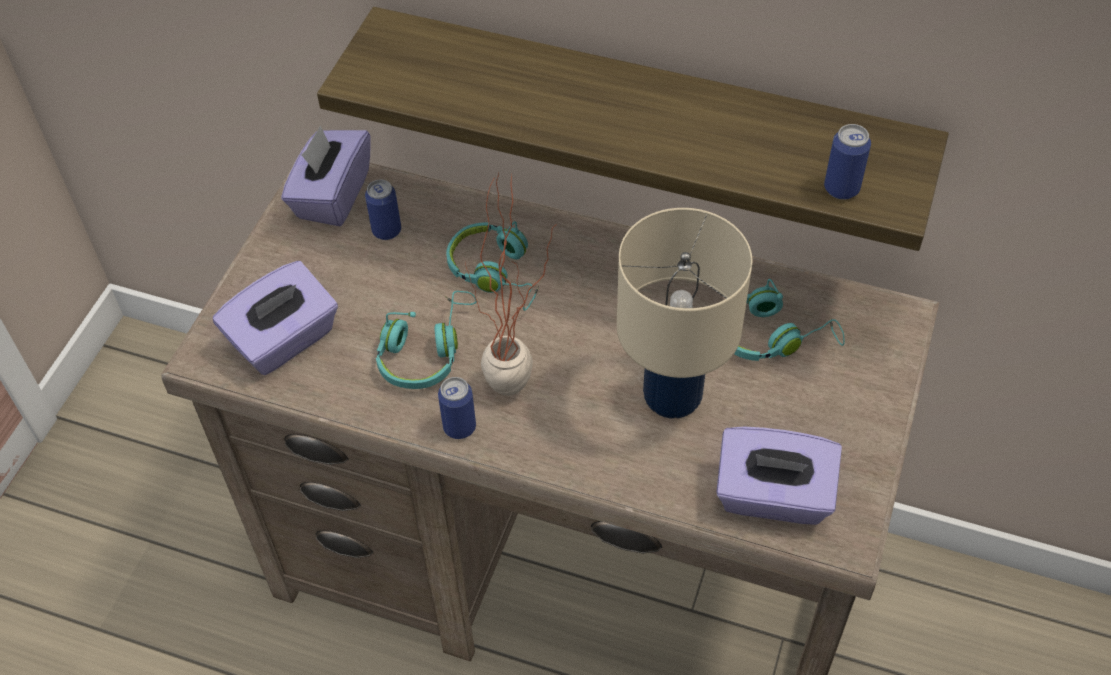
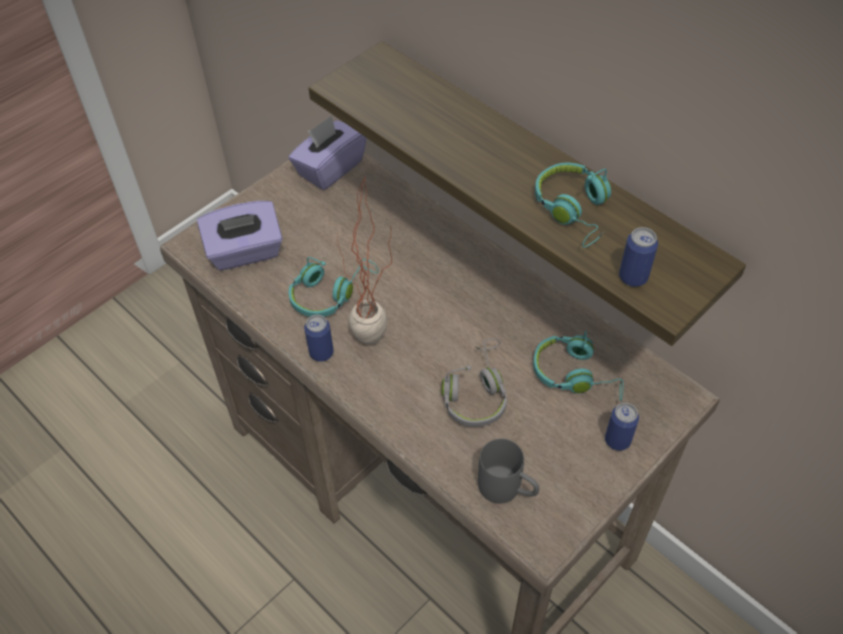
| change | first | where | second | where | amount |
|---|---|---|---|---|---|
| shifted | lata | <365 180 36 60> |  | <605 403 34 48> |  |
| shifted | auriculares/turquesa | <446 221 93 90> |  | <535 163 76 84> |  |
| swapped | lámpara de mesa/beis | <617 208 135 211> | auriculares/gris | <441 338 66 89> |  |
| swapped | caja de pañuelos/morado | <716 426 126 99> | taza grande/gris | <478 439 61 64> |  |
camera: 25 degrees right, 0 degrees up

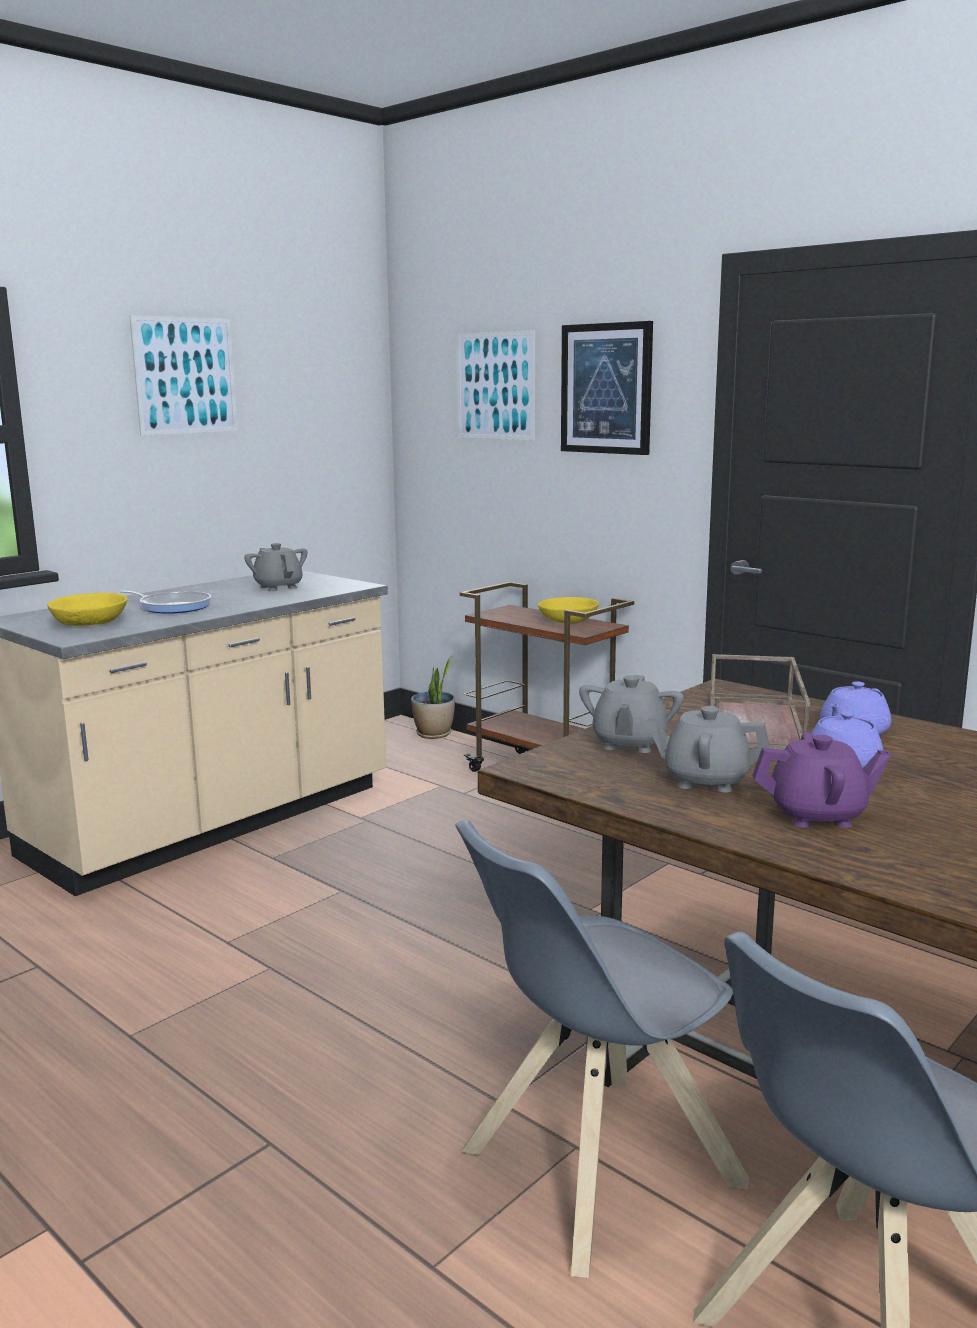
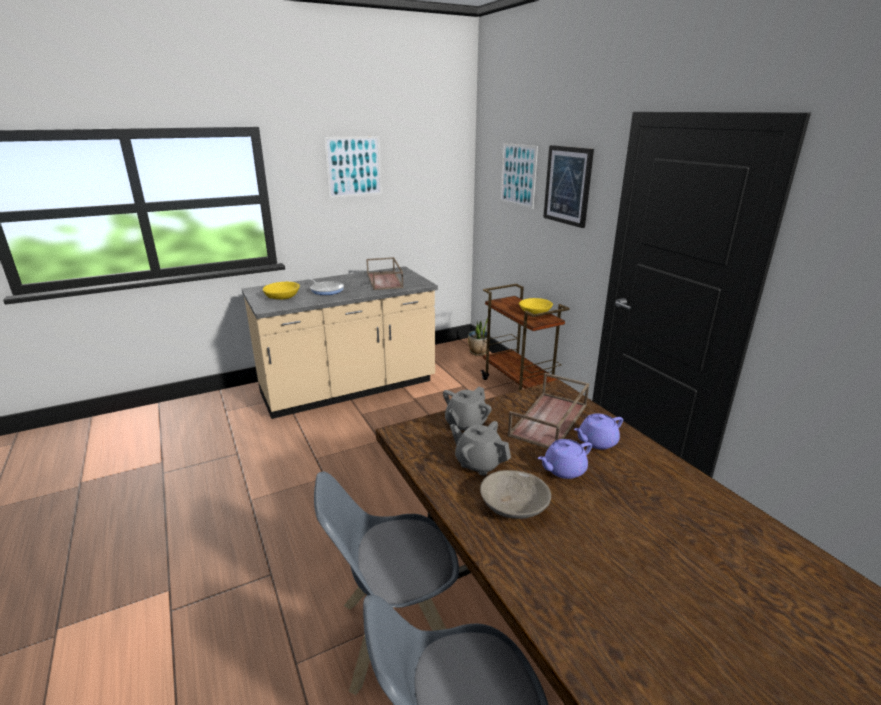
| change | first | where | second | where | amount |
|---|---|---|---|---|---|
| swapped | tetera/gris | <244 543 63 48> | bandeja/marrón | <366 257 37 33> |  |
| swapped | tetera/morado | <752 732 139 96> | cuenco/gris | <480 470 71 49> |  |
camera: 20 degrees right, 10 degrees up

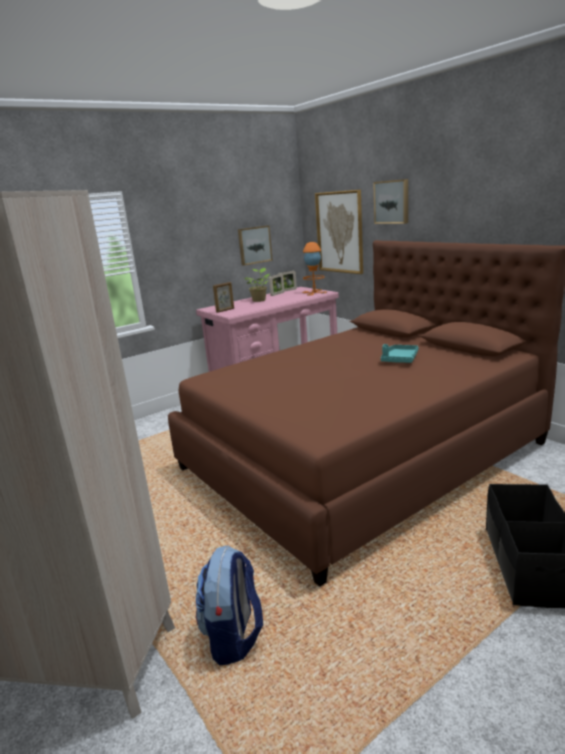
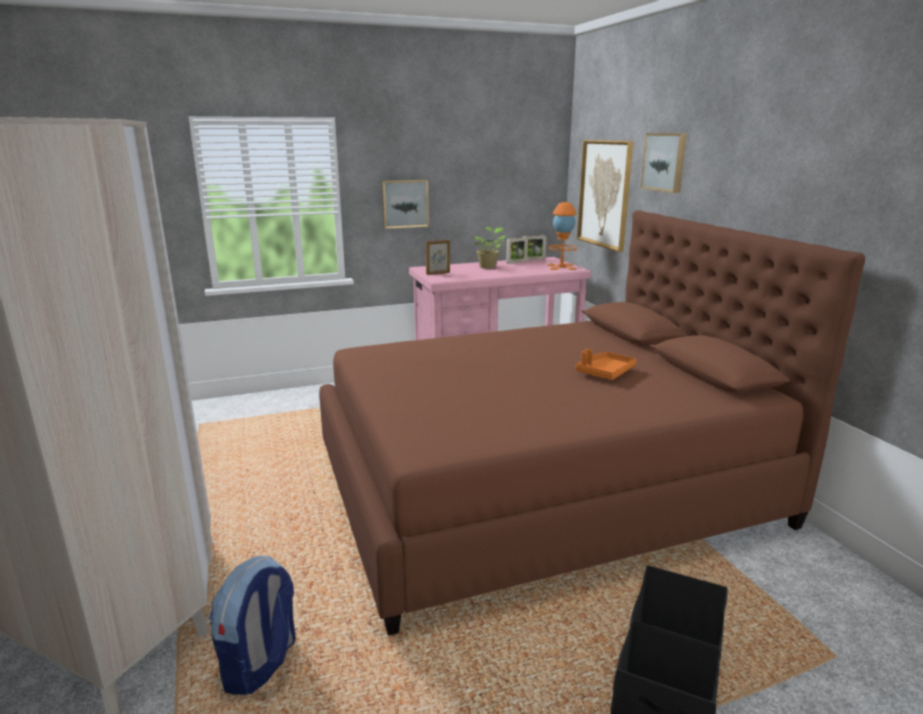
| change | first | where | second | where | amount |
|---|---|---|---|---|---|
| shifted | cuadro | <238 225 35 41> |  | <382 180 47 49> |  |
| repainted | bandeja/turquesa | <381 344 37 19> | bandeja/naranja | <576 349 60 31> |  |
camera: 15 degrees right, 0 degrees up

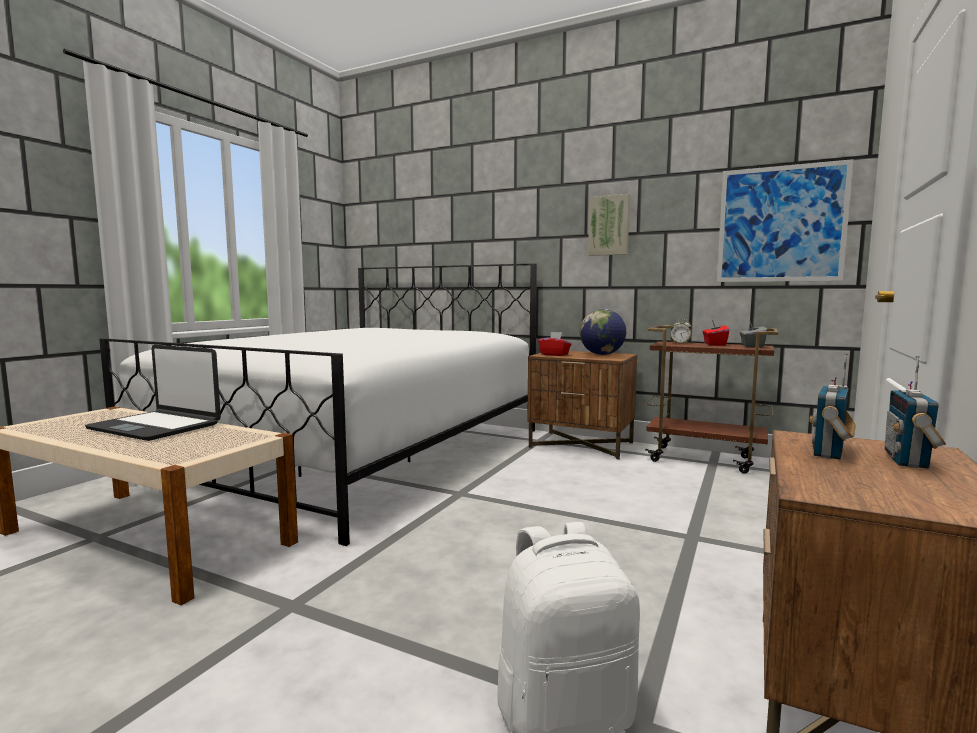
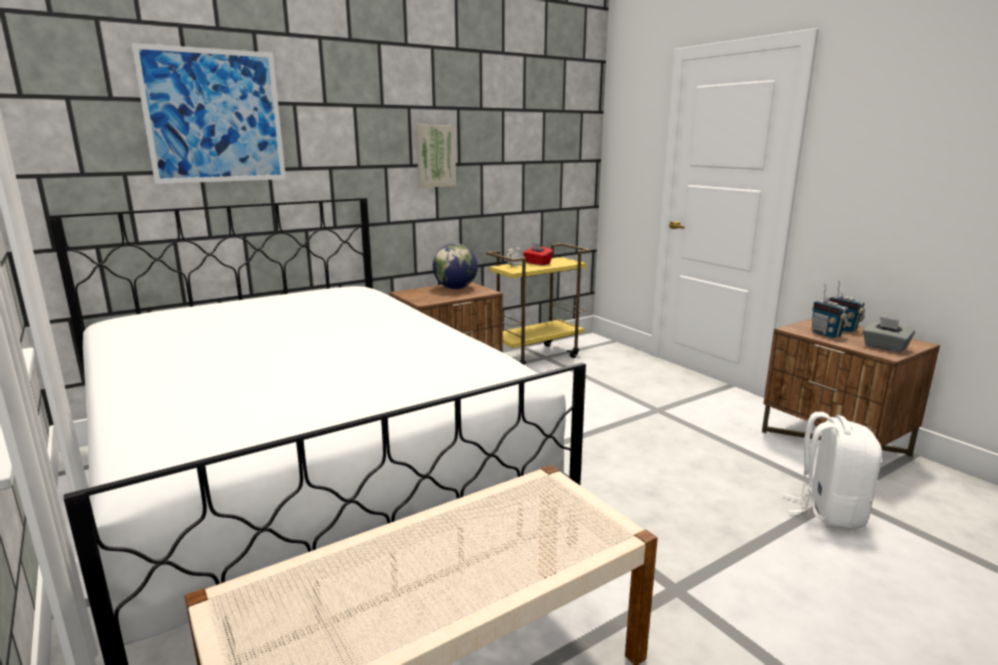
| change | first | where | second | where | amount |
|---|---|---|---|---|---|
| gone | portátil | <85 345 136 96> |  |  |  |
| gone | caja de pañuelos/rojo | <538 332 33 24> |  |  |  |
| repainted | carrito/marrón | <645 325 133 149> | carrito/amarillo | <486 243 105 122> |  |
| shifted | cuadro | <717 159 136 123> |  | <131 43 155 141> |  |
| shifted | caja de pañuelos/gris | <740 321 27 26> |  | <863 317 52 36> |  |
camera: 60 degrees left, 10 degrees up

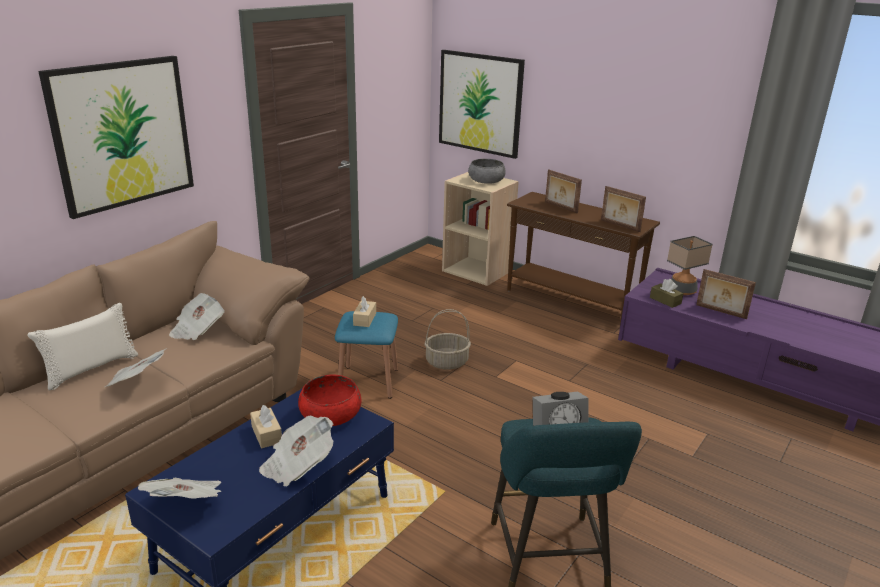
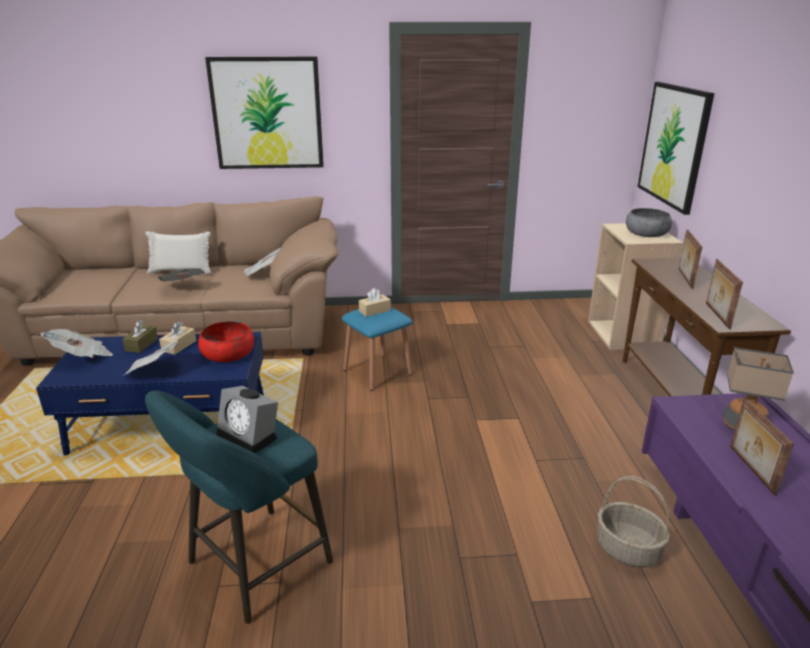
| change | first | where | second | where | amount |
|---|---|---|---|---|---|
| shifted | cesta | <425 309 46 60> |  | <597 476 73 91> |  |
| shifted | caja de pañuelos/marrón | <650 279 34 29> |  | <122 320 36 33> |  |
camera: 50 degrees right, 0 degrees up

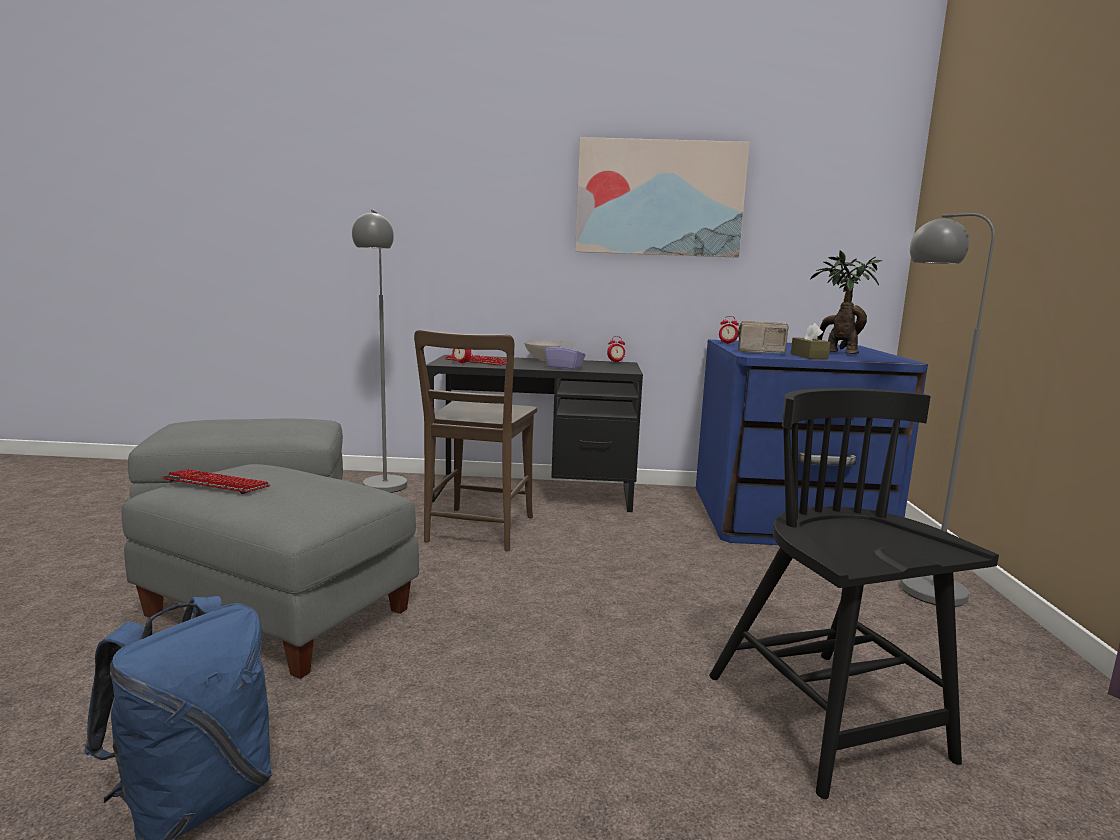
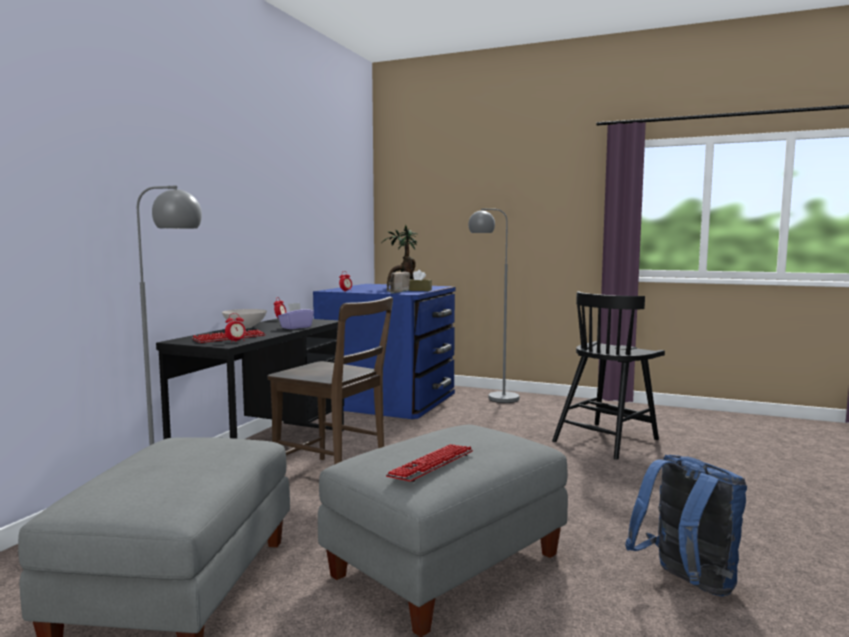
| change | first | where | second | where | amount |
|---|---|---|---|---|---|
| gone | cuadro | <575 137 175 121> |  |  |  |
| rotated | silla/negro | <709 388 290 411> |  | <552 291 113 169> | 45 degrees counterclockwise |
camera: 70 degrees left, 5 degrees down

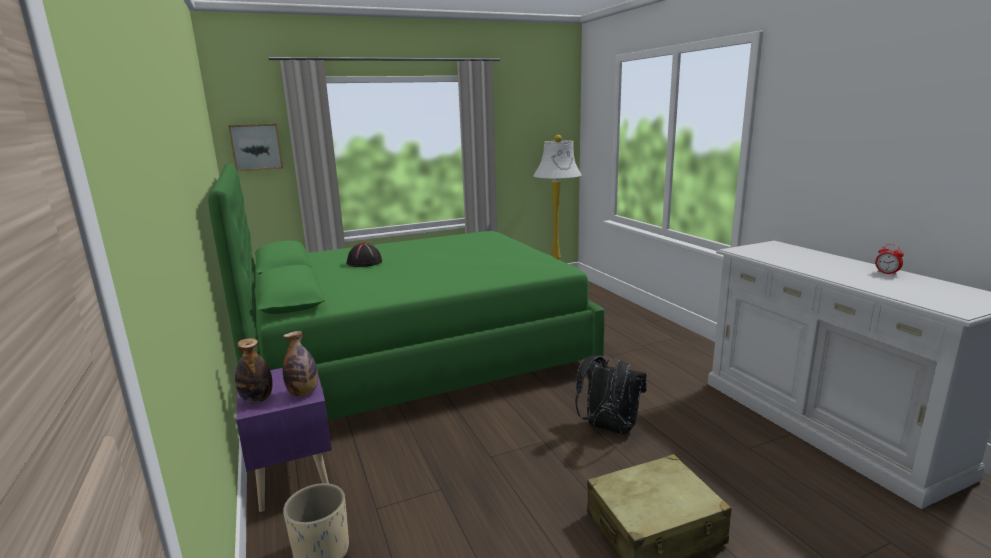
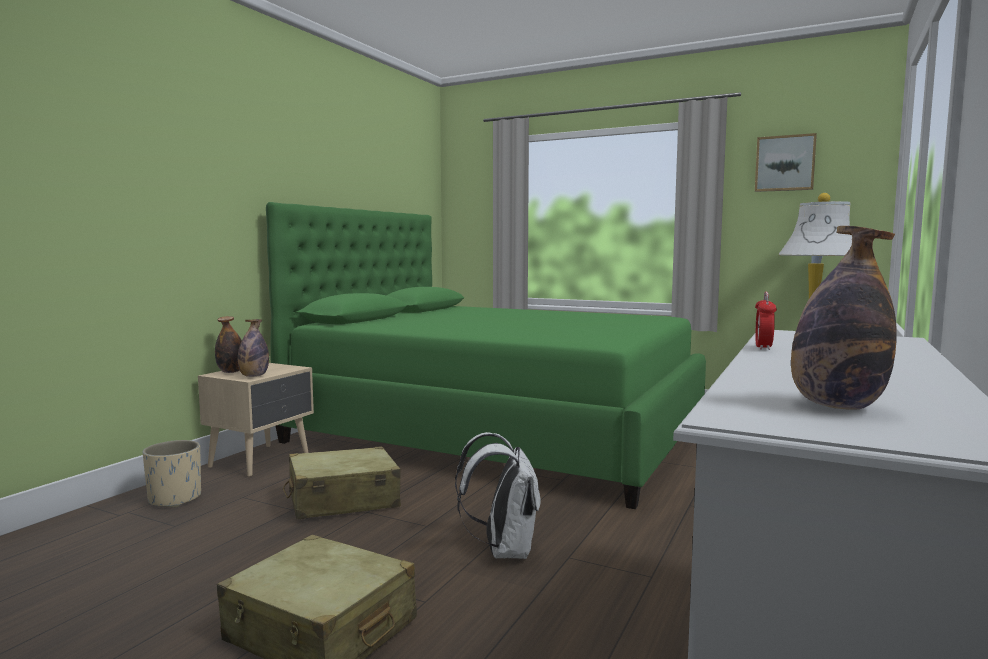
| change | first | where | second | where | amount |
|---|---|---|---|---|---|
| shifted | cuadro | <228 124 55 47> |  | <755 133 62 59> |  |
| repainted | mesita de noche/morado | <236 368 96 144> | mesita de noche/beis | <198 363 116 114> |  |
| gone | sombrero/negro | <347 242 35 25> |  |  |  |
| repainted | mochila/negro | <575 355 72 79> | mochila/blanco | <455 432 85 127> |  |
| shifted | despertador | <875 244 29 31> |  | <755 292 22 58> |  |
| new |  |  | maleta/beis | <283 446 118 73> |  |
| new |  |  | botella | <791 226 106 183> |  |
camera: 50 degrees right, 10 degrees down

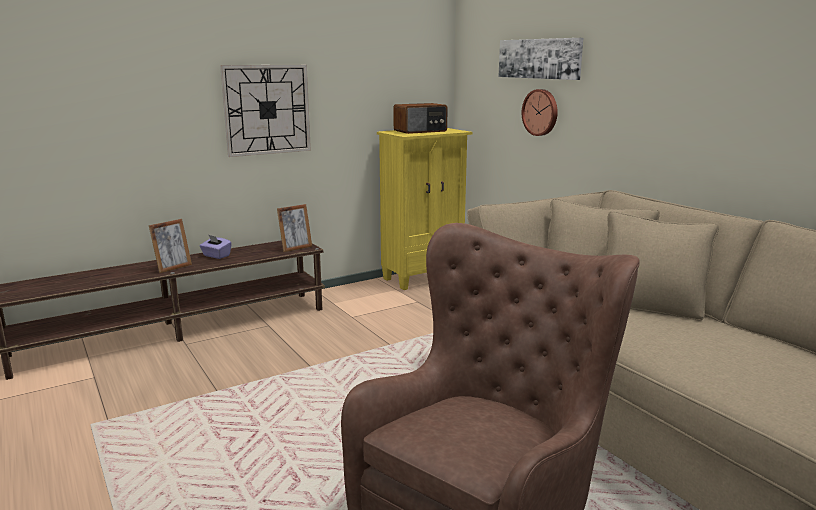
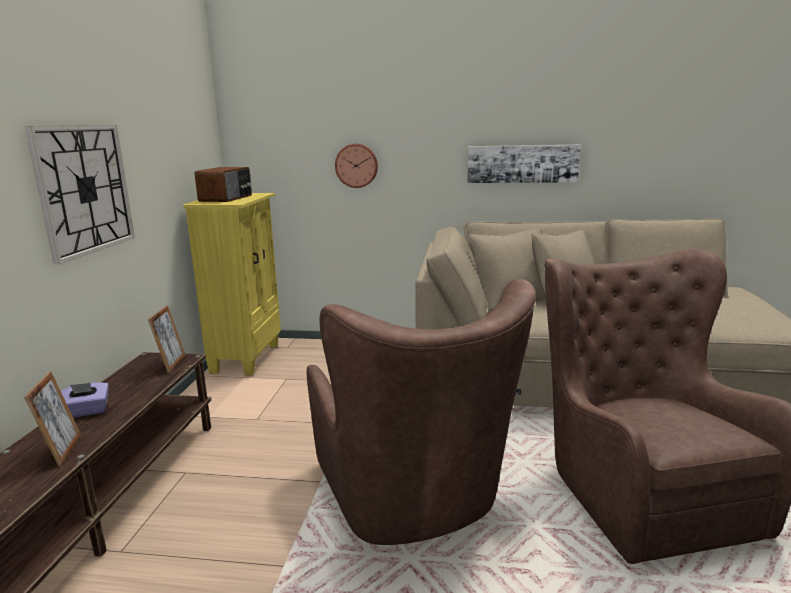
| change | first | where | second | where | amount |
|---|---|---|---|---|---|
| shifted | cuadro | <498 38 85 42> |  | <468 145 113 38> |  |
| new |  |  | sillón/marrón | <306 279 230 266> |  |
camera: 50 degrees left, 0 degrees up

